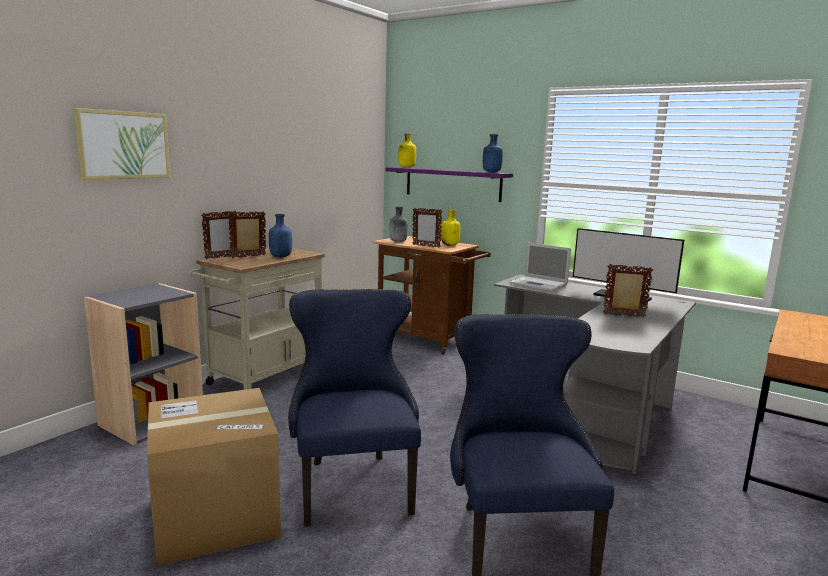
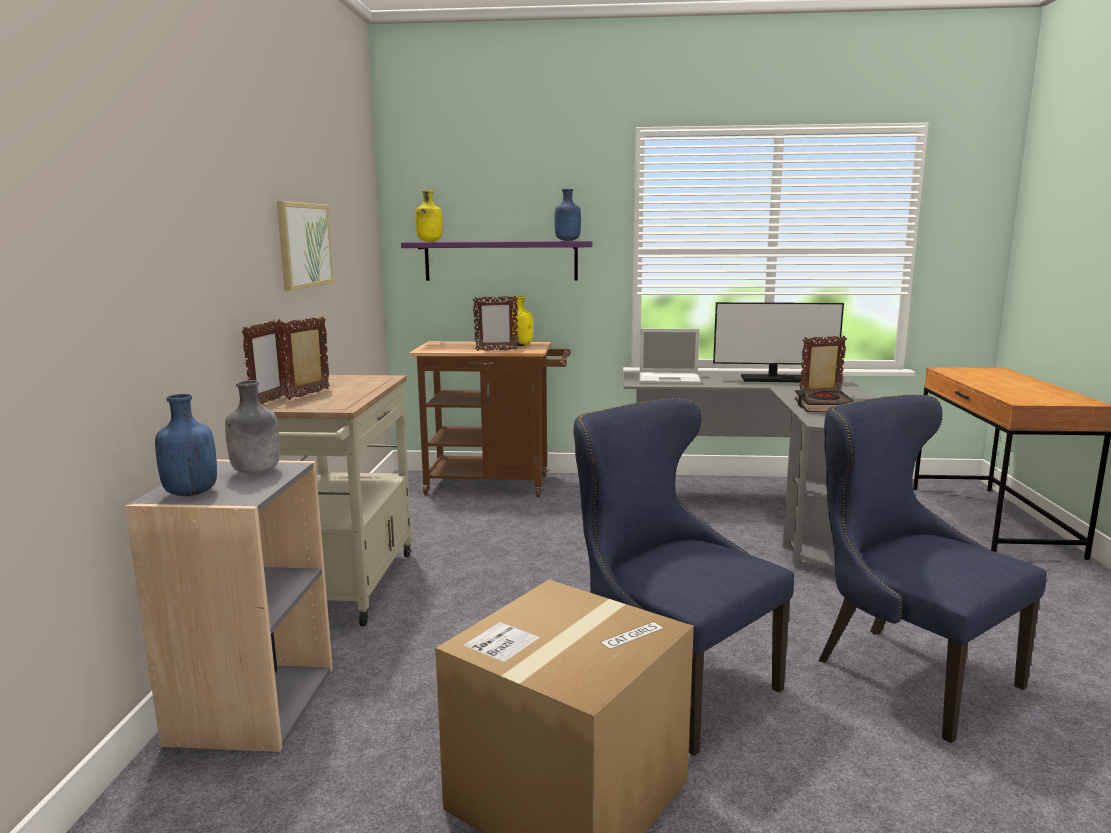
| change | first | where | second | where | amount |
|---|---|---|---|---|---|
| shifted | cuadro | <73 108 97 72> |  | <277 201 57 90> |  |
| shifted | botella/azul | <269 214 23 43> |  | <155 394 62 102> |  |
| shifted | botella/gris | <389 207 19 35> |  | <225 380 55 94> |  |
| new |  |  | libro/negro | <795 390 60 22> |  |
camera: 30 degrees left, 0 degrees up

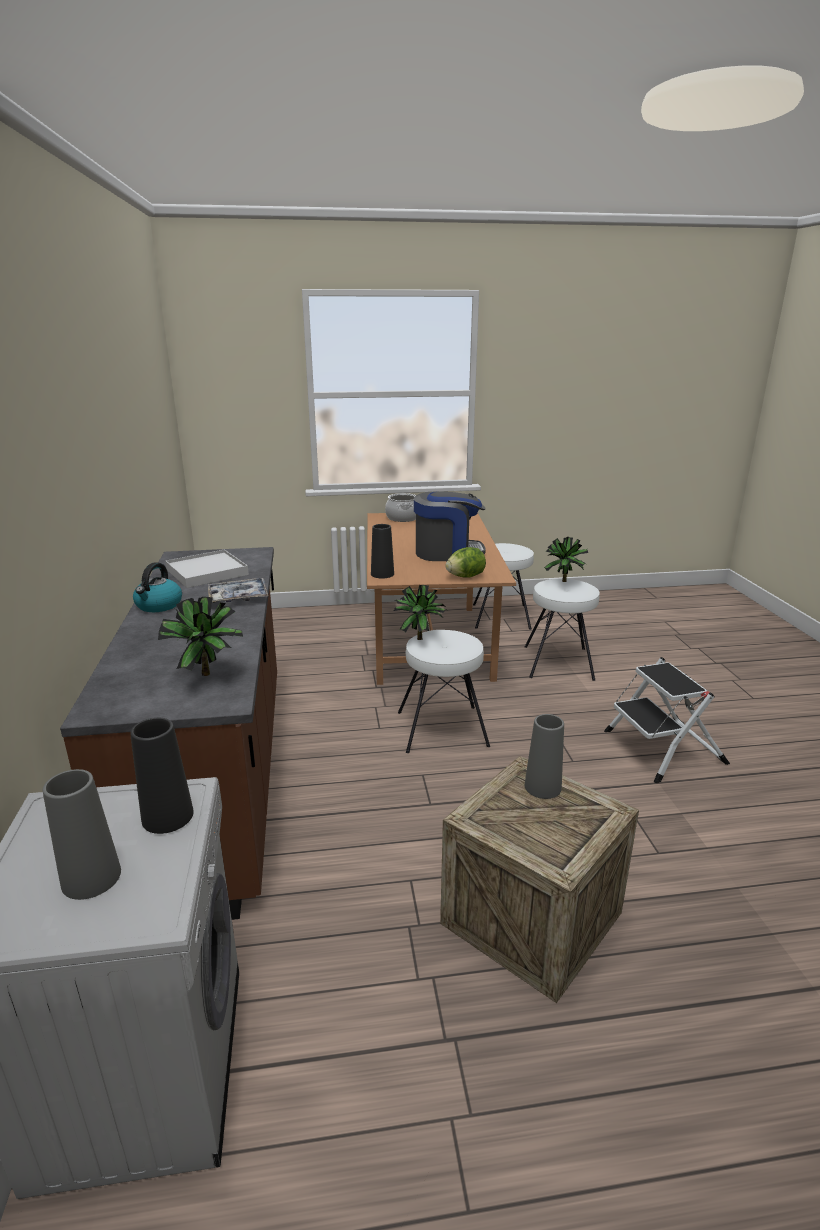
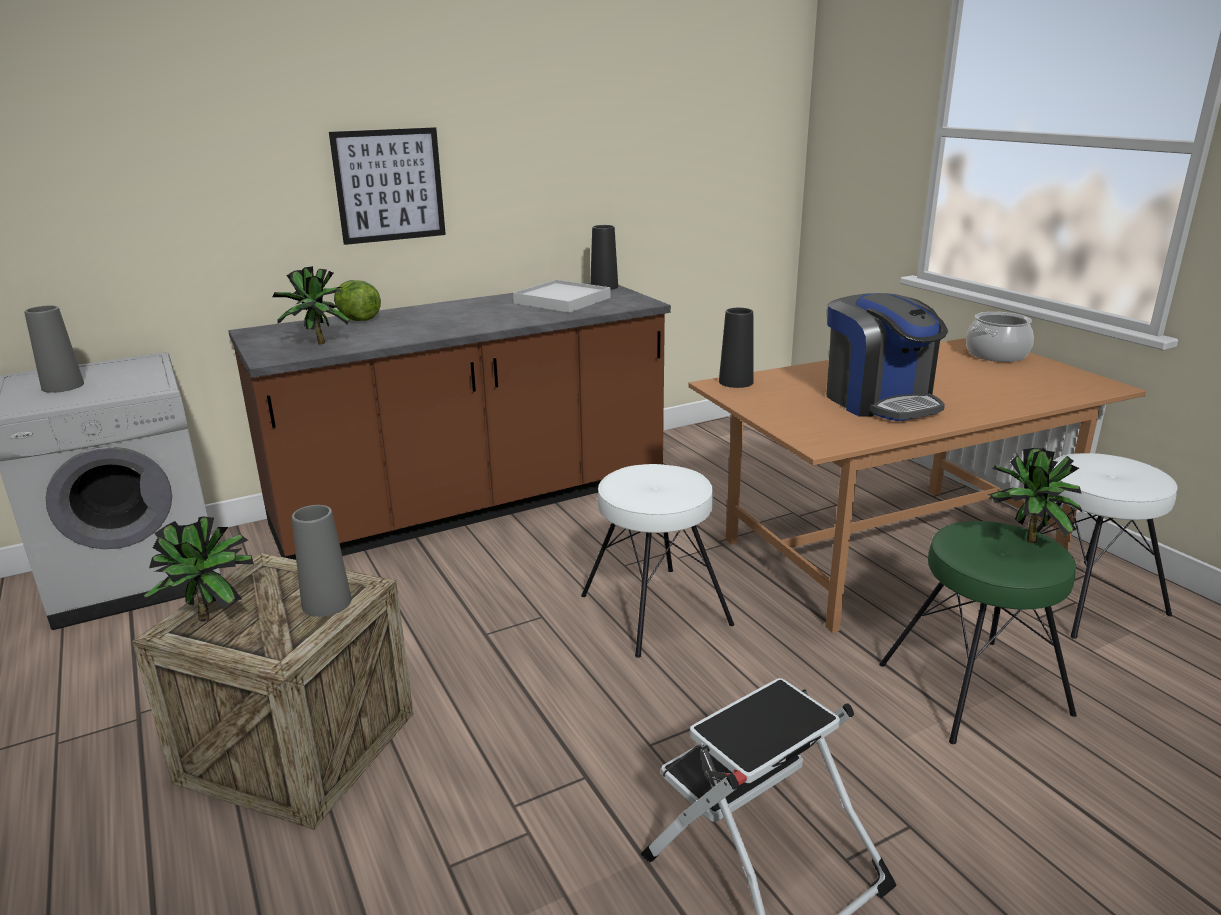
| change | first | where | second | where | amount |
|---|---|---|---|---|---|
| shifted | florero/negro | <130 718 64 116> |  | <590 225 28 65> |  |
| gone | hervidor | <133 562 49 50> |  |  |  |
| gone | bandeja | <208 578 60 25> |  |  |  |
| shifted | planta en maceta | <394 584 52 56> |  | <143 516 111 106> |  |
| shifted | lechuga | <445 547 41 30> |  | <334 280 47 41> |  |
| repainted | taburete/blanco | <525 579 75 102> | taburete/verde | <879 521 198 223> |  |
| new |  |  | cuadro | <329 127 117 118> |  |
camera: 70 degrees right, 0 degrees up

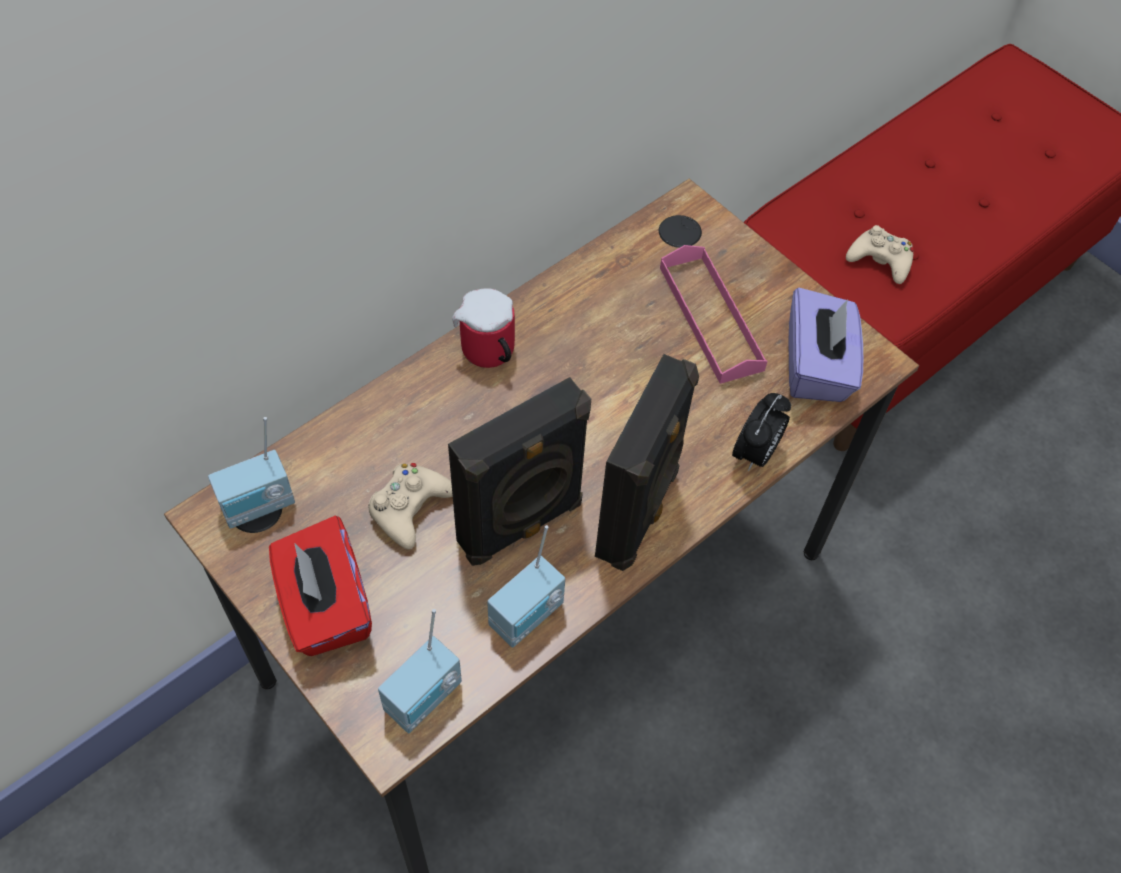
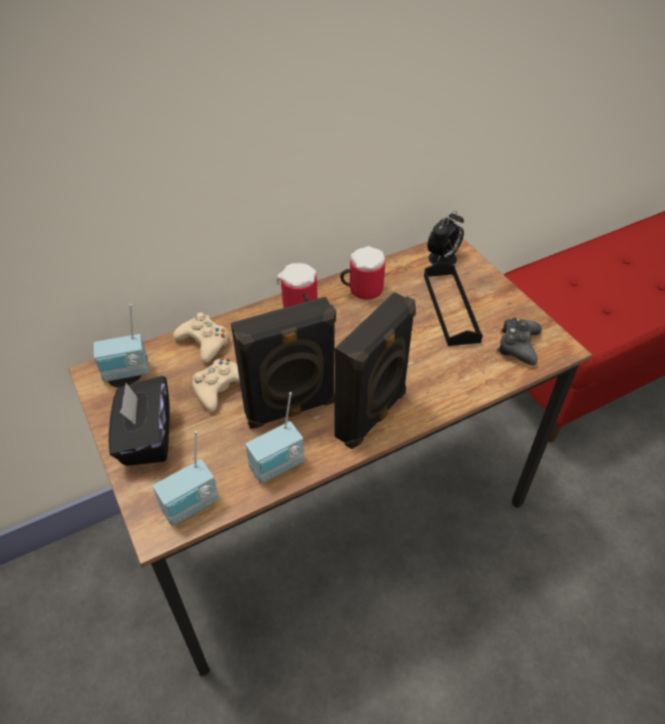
| change | first | where | second | where | amount |
|---|---|---|---|---|---|
| repainted | caja de pañuelos/rojo | <269 516 103 140> | caja de pañuelos/negro | <108 376 62 90> |  |
| repainted | bandeja/rosa | <660 245 108 139> | bandeja/negro | <424 262 59 84> |  |
| shifted | despertador | <732 393 59 78> |  | <427 211 37 51> |  |
| swapped | caja de pañuelos/morado | <789 288 74 114> | mando de consola/negro | <497 317 45 48> |  |
| shifted | mando de consola/beis | <846 225 68 59> |  | <173 312 56 51> |  |
| new |  |  | taza grande | <340 246 45 53> |  |
camera: 15 degrees right, 10 degrees down

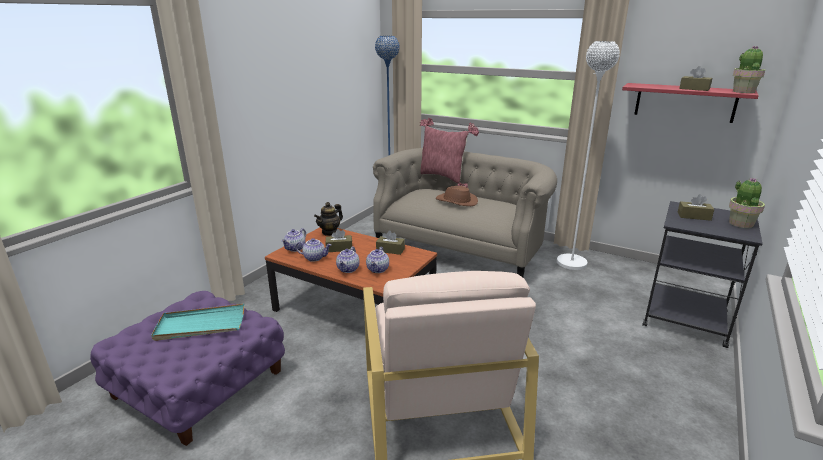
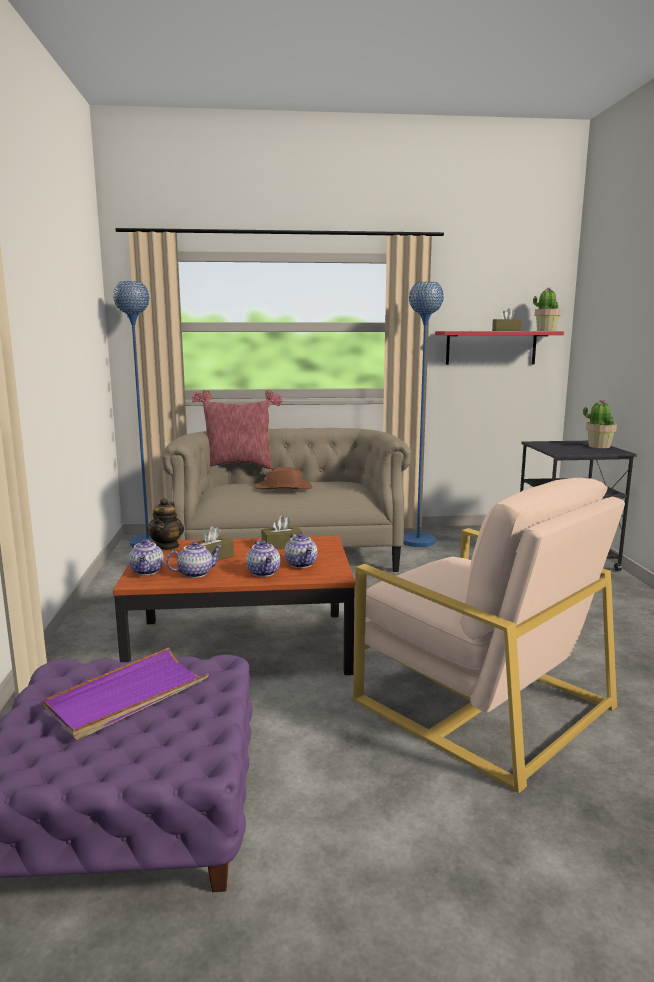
| change | first | where | second | where | amount |
|---|---|---|---|---|---|
| repainted | bandeja/turquesa | <151 304 93 37> | bandeja/morado | <43 647 167 92> |  |
| repainted | lámpara de pie/blanco | <557 41 63 229> | lámpara de pie/azul | <403 281 41 266> |  |
| gone | caja de pañuelos/marrón | <677 194 37 27> |  |  |  |
camera: 35 degrees left, 10 degrees down

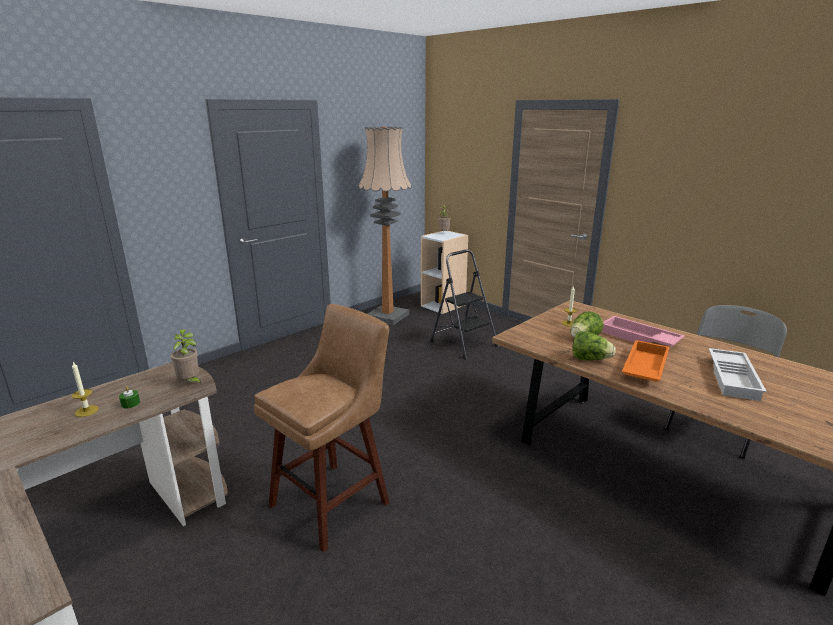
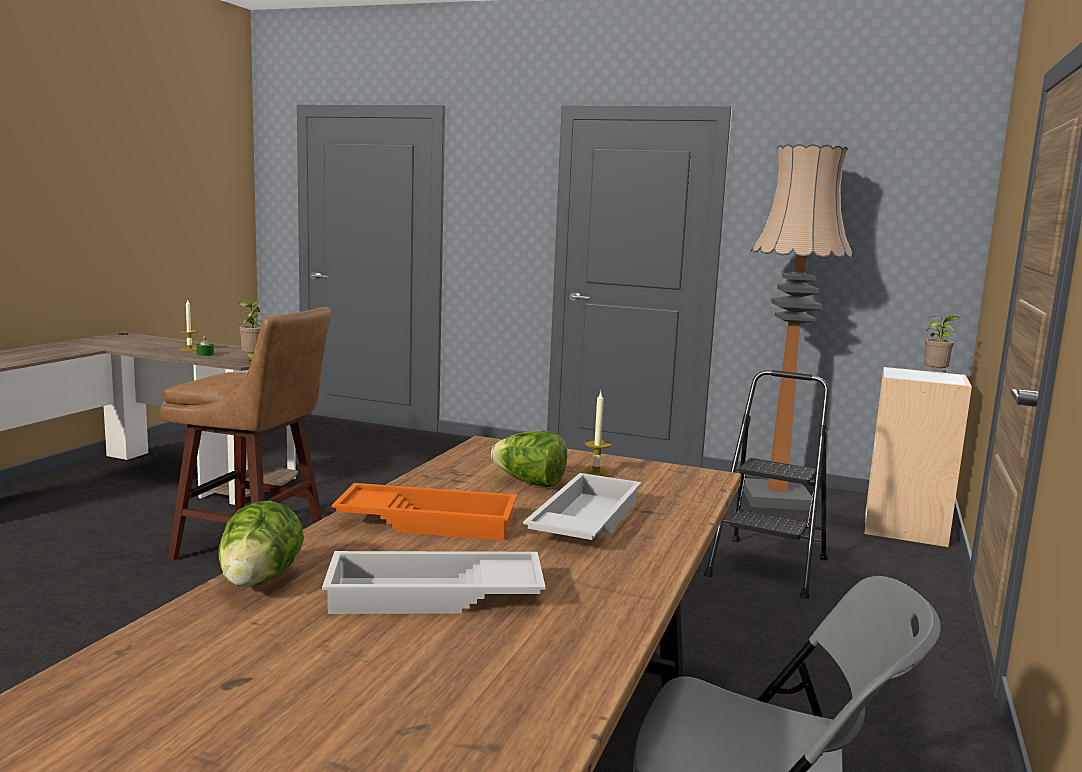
| change | first | where | second | where | amount |
|---|---|---|---|---|---|
| shifted | lechuga | <572 331 44 29> |  | <218 501 86 86> |  |
| repainted | bandeja/rosa | <602 316 83 31> | bandeja/blanco | <523 473 118 67> |  |
camera: 65 degrees right, 10 degrees down

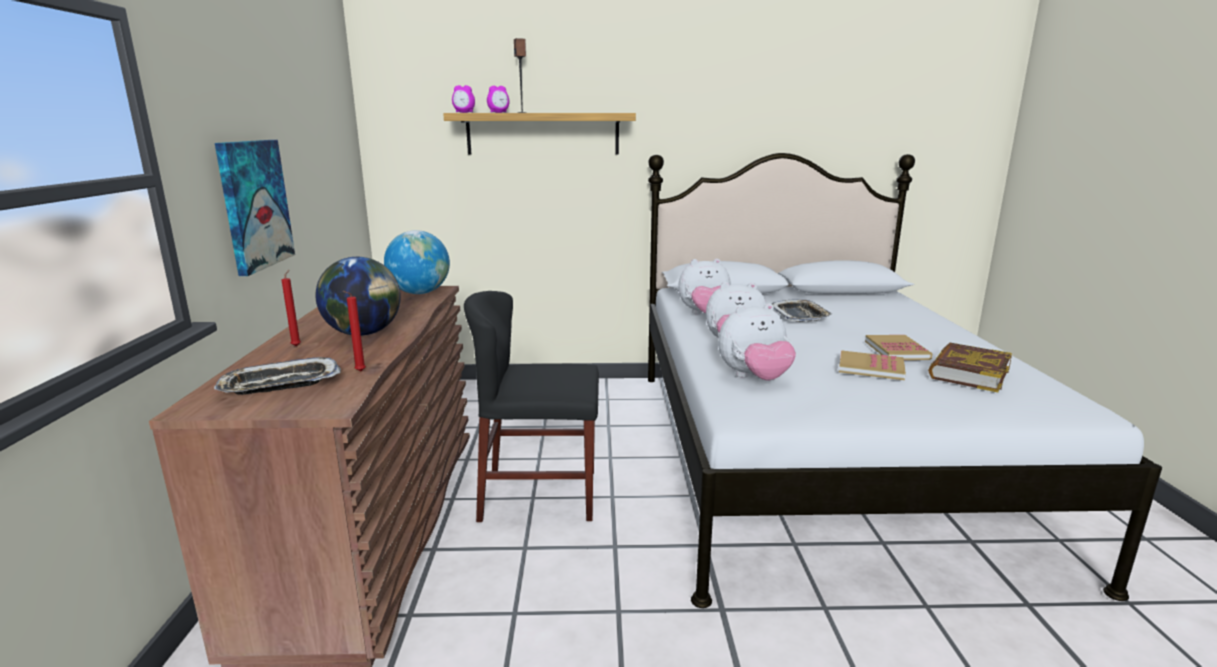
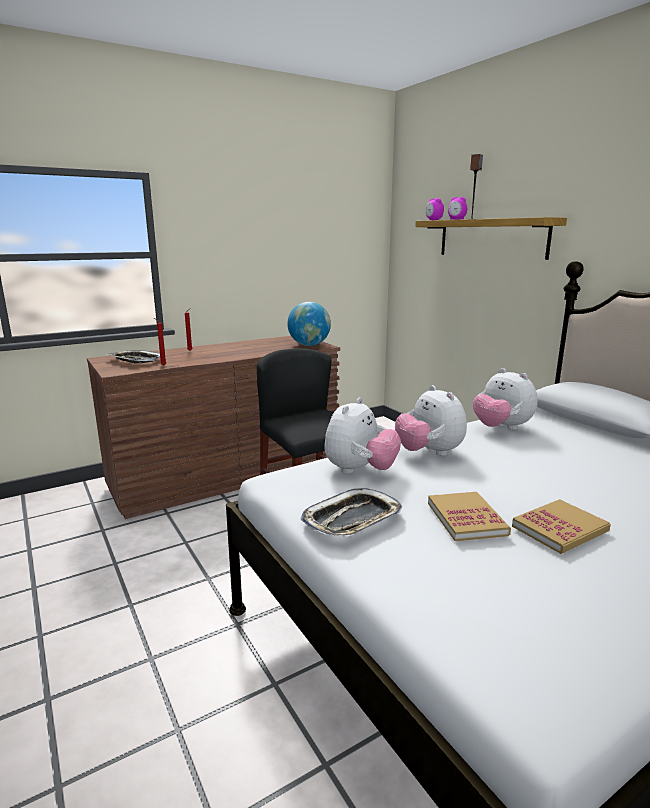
| change | first | where | second | where | amount |
|---|---|---|---|---|---|
| gone | cuadro | <215 140 80 136> |  |  |  |
| gone | globo terráqueo | <316 257 85 79> |  |  |  |
| rotated | peluche | <718 303 78 78> |  | <325 398 76 76> | 105 degrees counterclockwise |
| shifted | bandeja | <772 299 61 23> |  | <301 488 101 49> |  |
| gone | libro | <928 343 84 50> |  |  |  |
camera: 60 degrees right, 0 degrees up

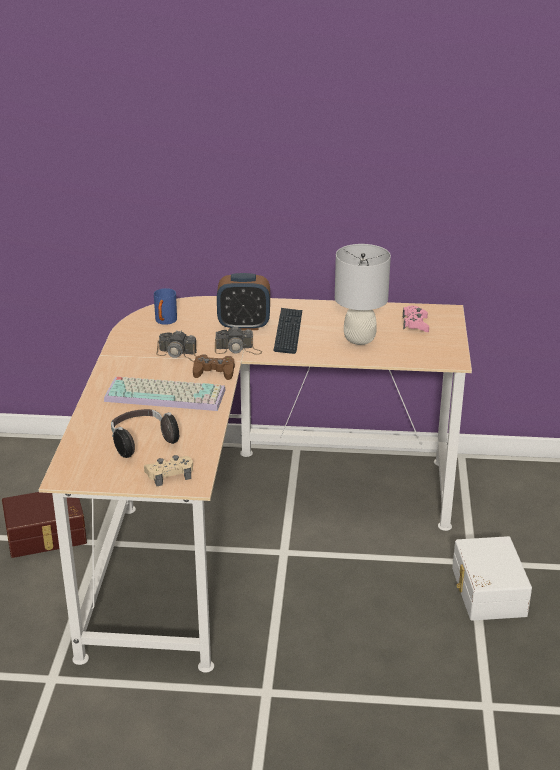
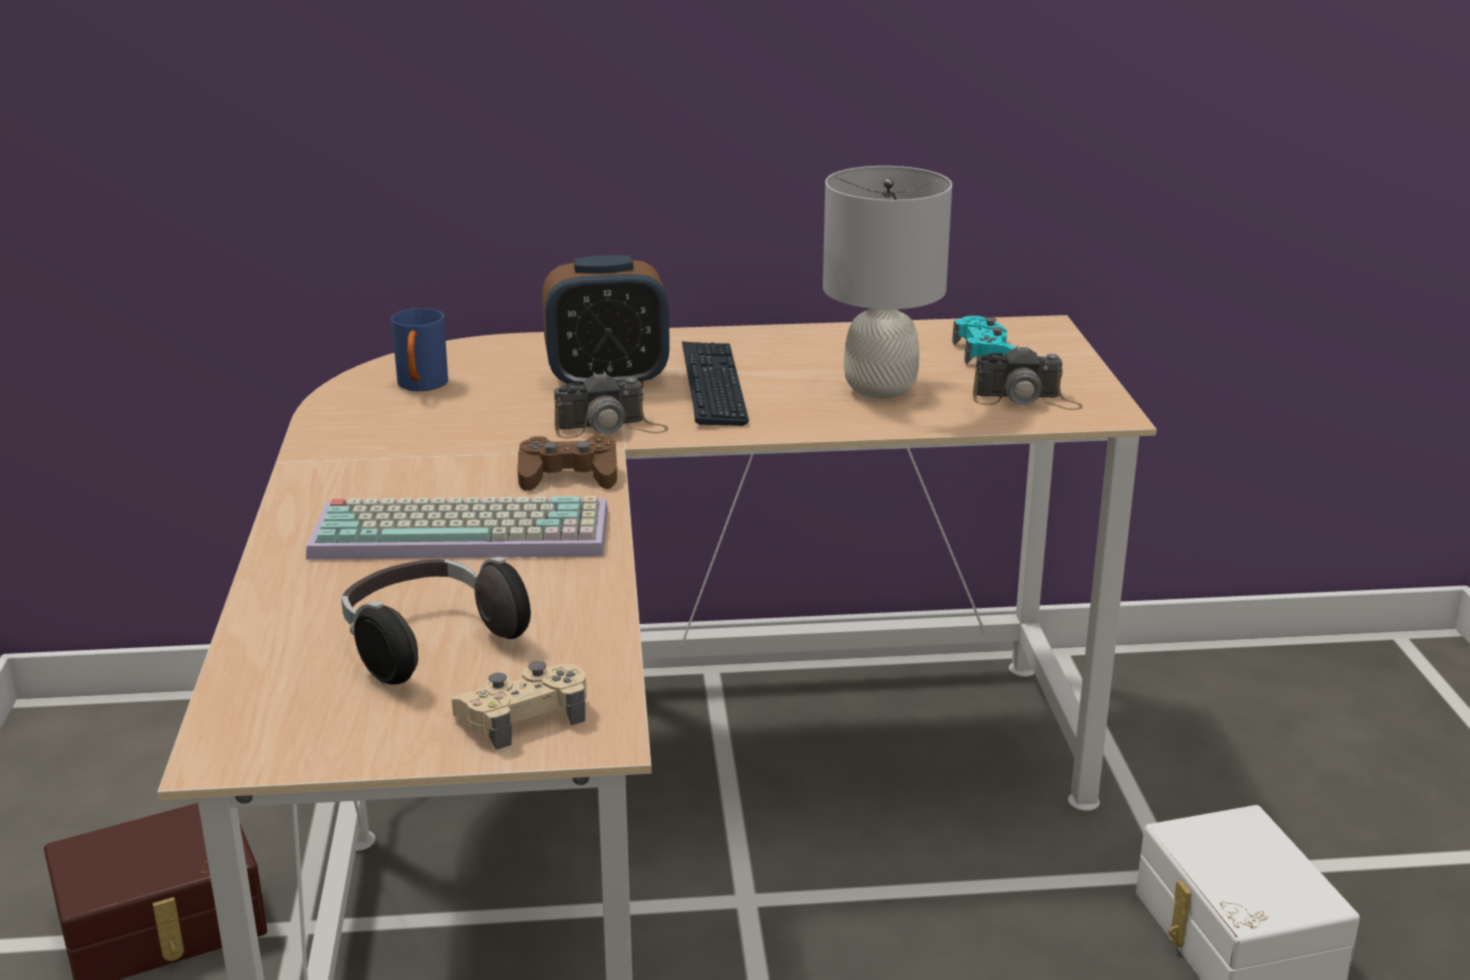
| change | first | where | second | where | amount |
|---|---|---|---|---|---|
| shifted | cámara | <156 331 41 31> |  | <973 345 110 65> |  |
| repainted | mando de consola/rosa | <403 306 26 26> | mando de consola/turquesa | <952 316 64 49> |  |
camera: 10 degrees left, 5 degrees down

